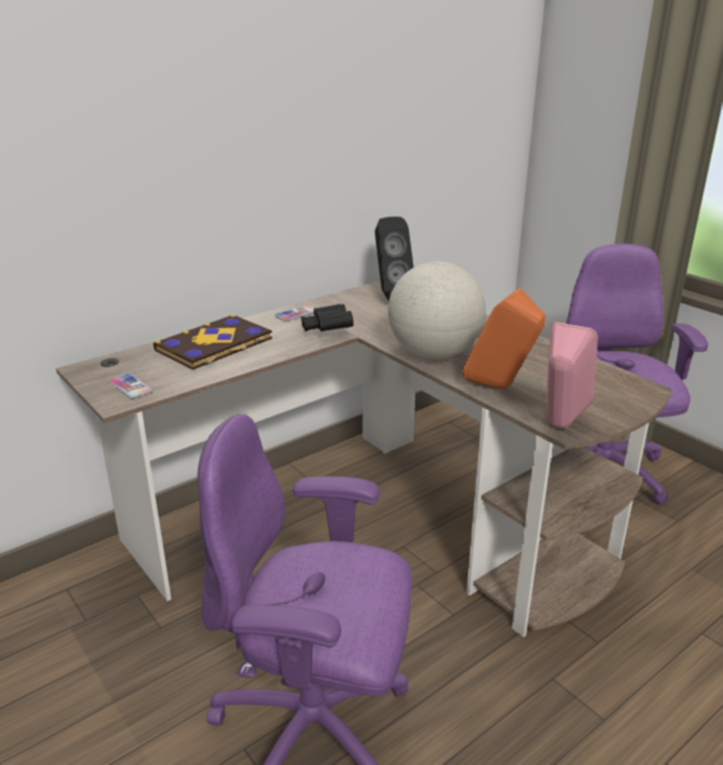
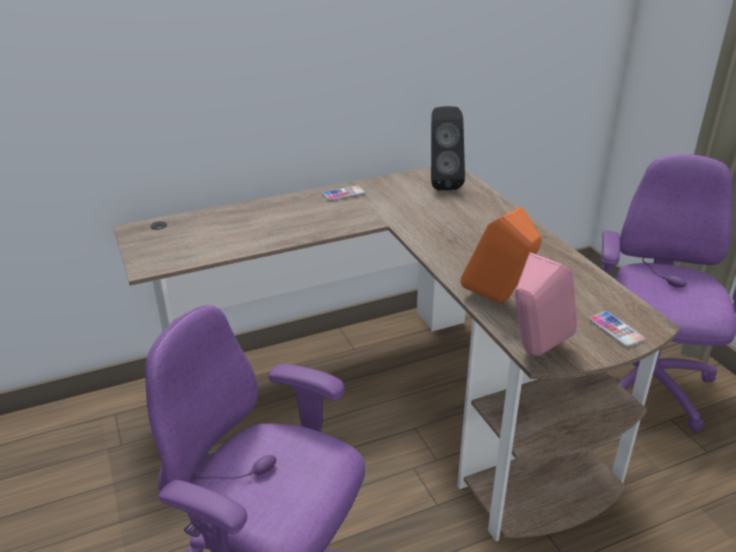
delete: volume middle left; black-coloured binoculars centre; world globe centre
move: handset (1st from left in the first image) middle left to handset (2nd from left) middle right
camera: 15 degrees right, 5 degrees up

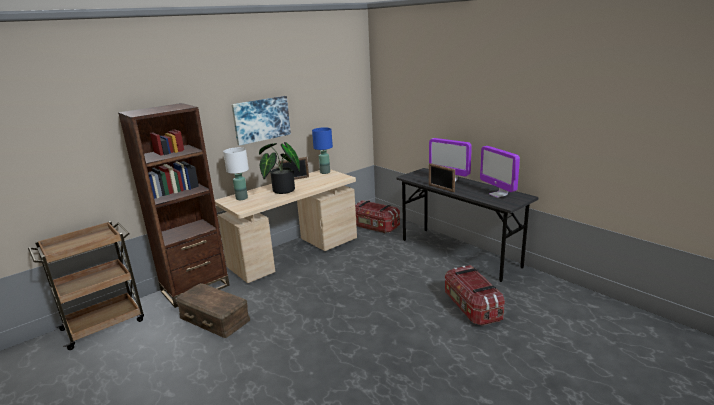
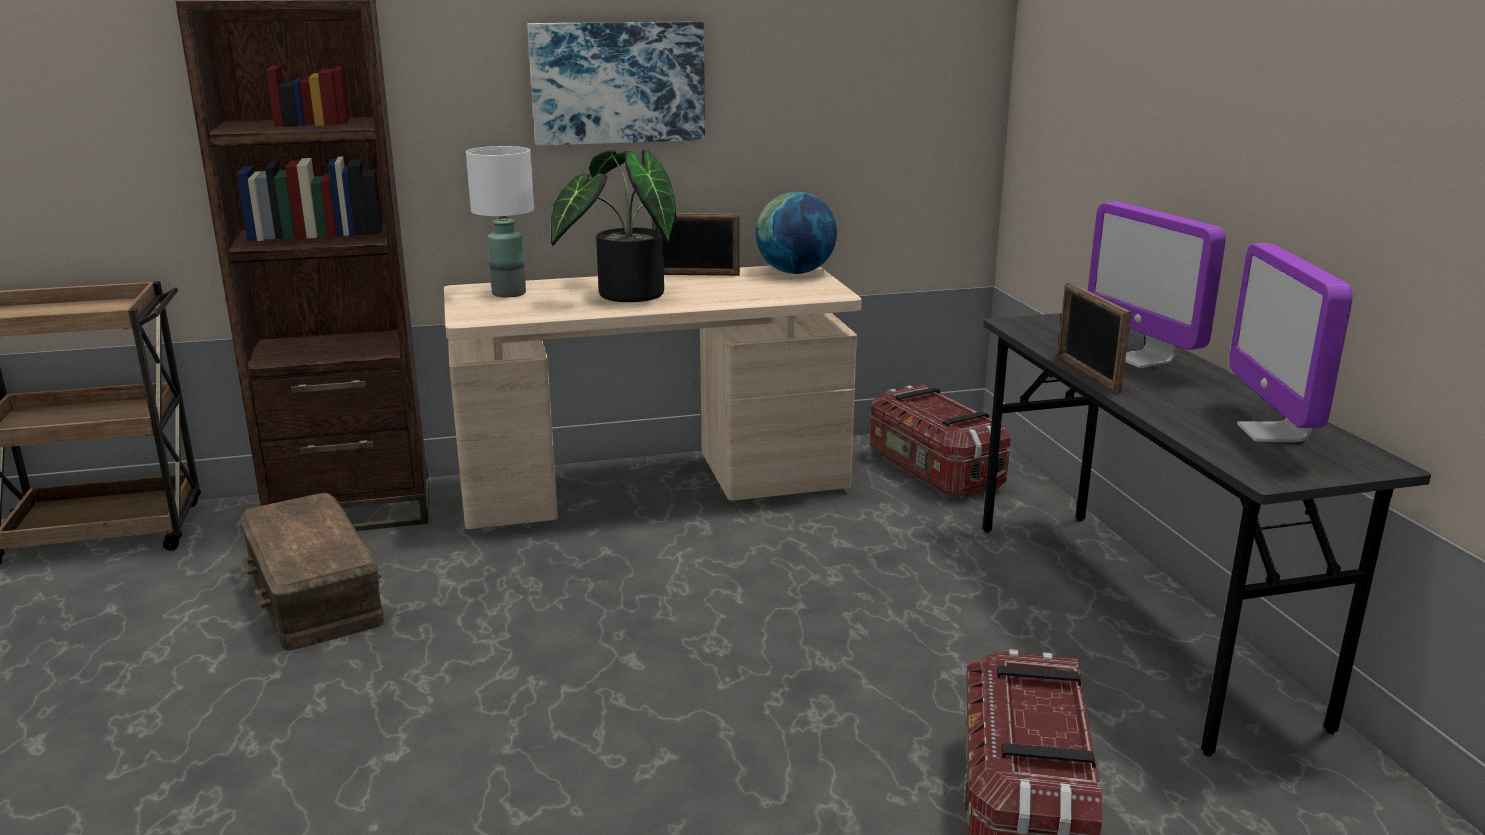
replace: blue table lamp centre to world globe top centre
camera: 25 degrees right, 0 degrees up

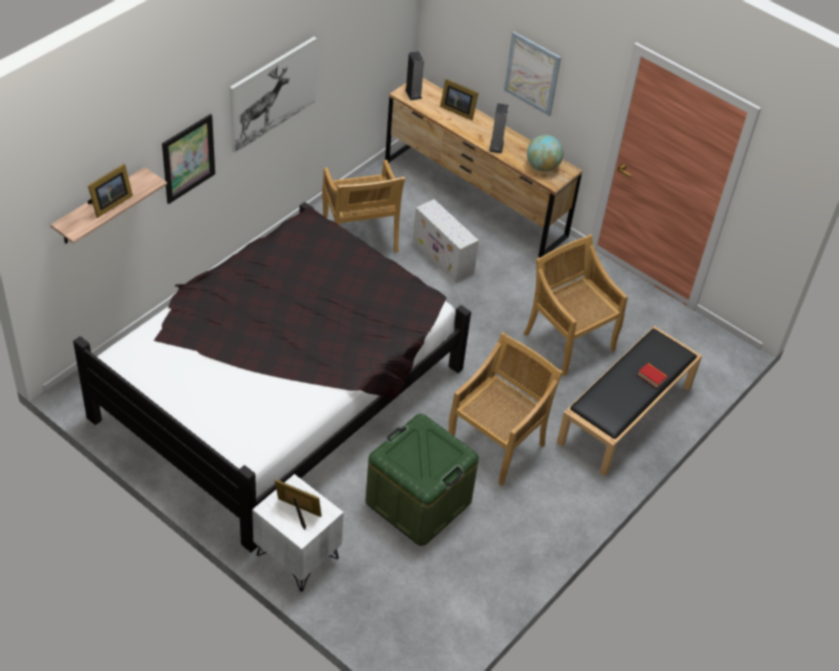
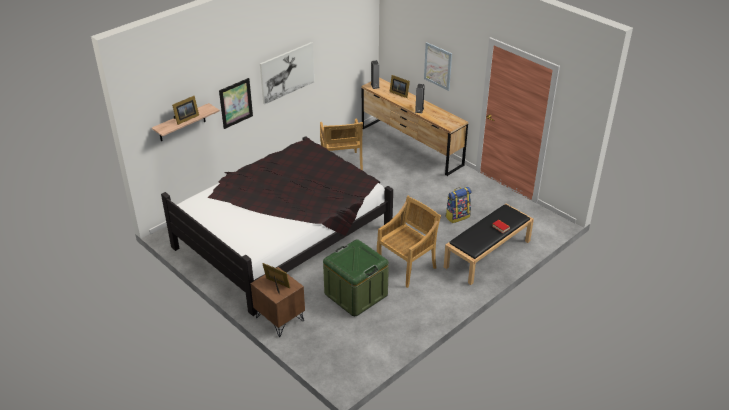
delete: white storage box centre; world globe top centre
replace: beige chair (3rd from left) middle right to knapsack centre
recolor: white bedside table bottom centre to brownish bedside table bottom centre
camera: 10 degrees right, 10 degrees down

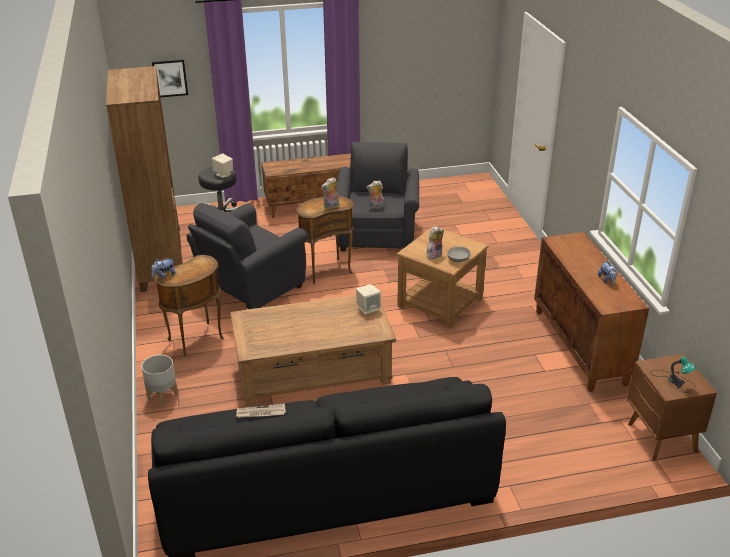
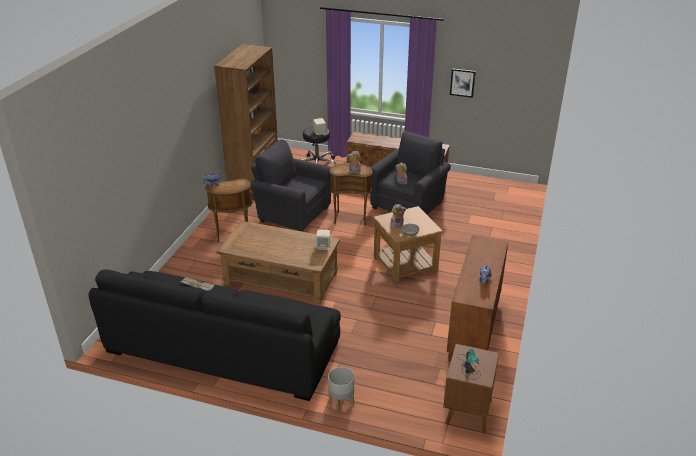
move: grey planter bottom left to bottom centre; wall art top left to top centre
rotate: grey lounge chair (1st from left) centre = centre 45 degrees clockwise
camera: 30 degrees right, 0 degrees up

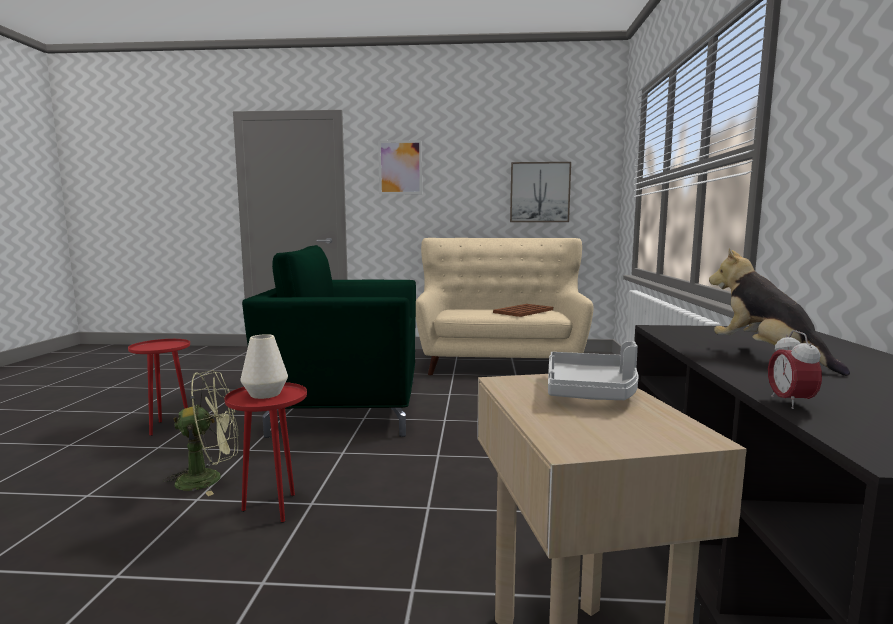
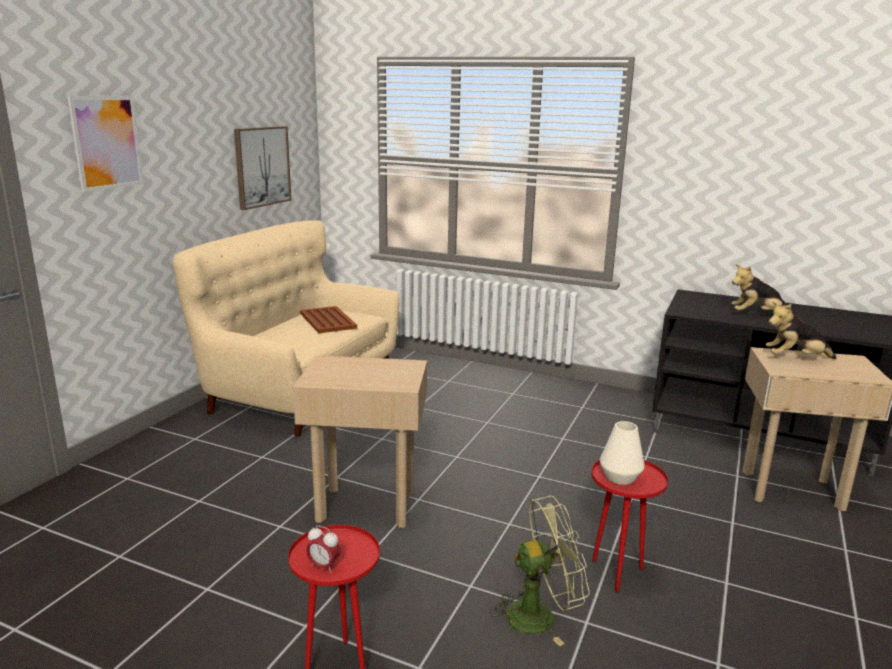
move: bedside clock middle right to bottom centre
replace: green lounge chair centre to beige accent table (1st from left) centre; grey carrying tray centre to plush toy (2nd from left) middle right
rotate: green electric fan bottom left = bottom centre 75 degrees clockwise
camera: 70 degrees left, 10 degrees up

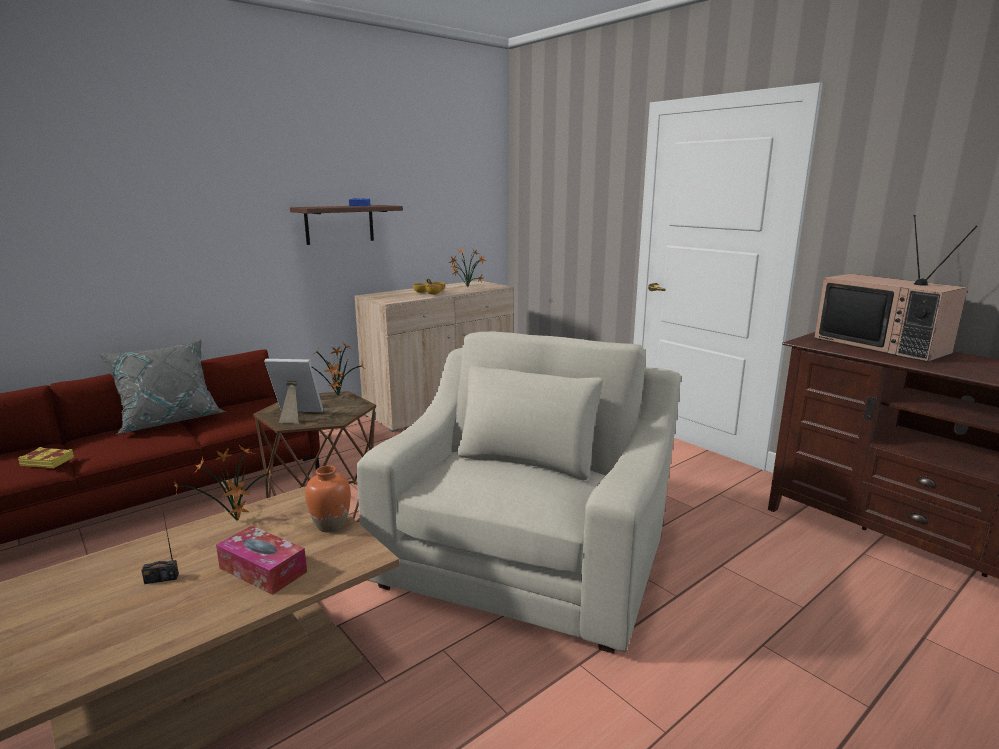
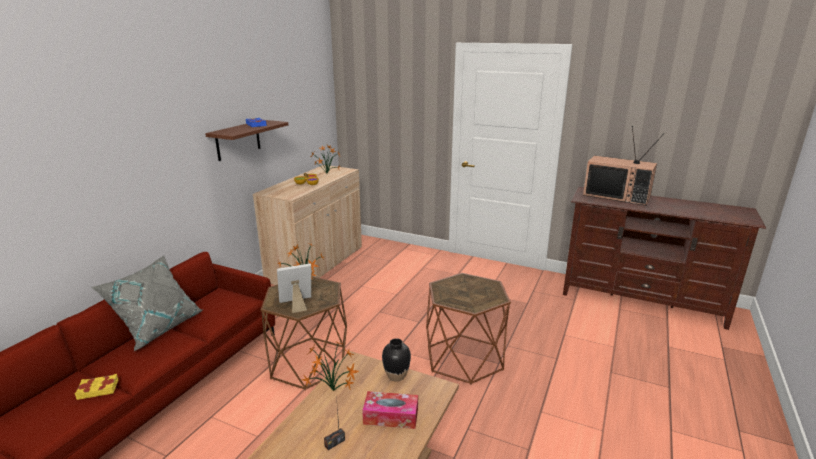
replace: beige lounge chair centre to brownish accent table (2nd from left) bottom centre
recolor: orangey flower vase middle left to black-coloured flower vase bottom centre
camera: 25 degrees left, 5 degrees up

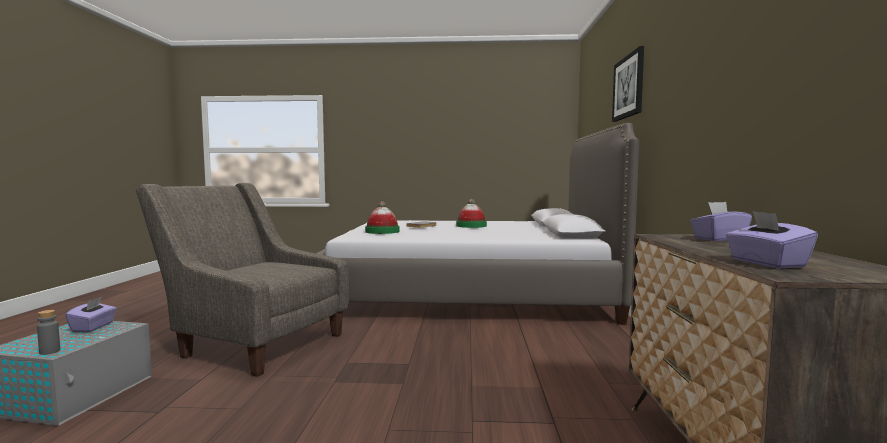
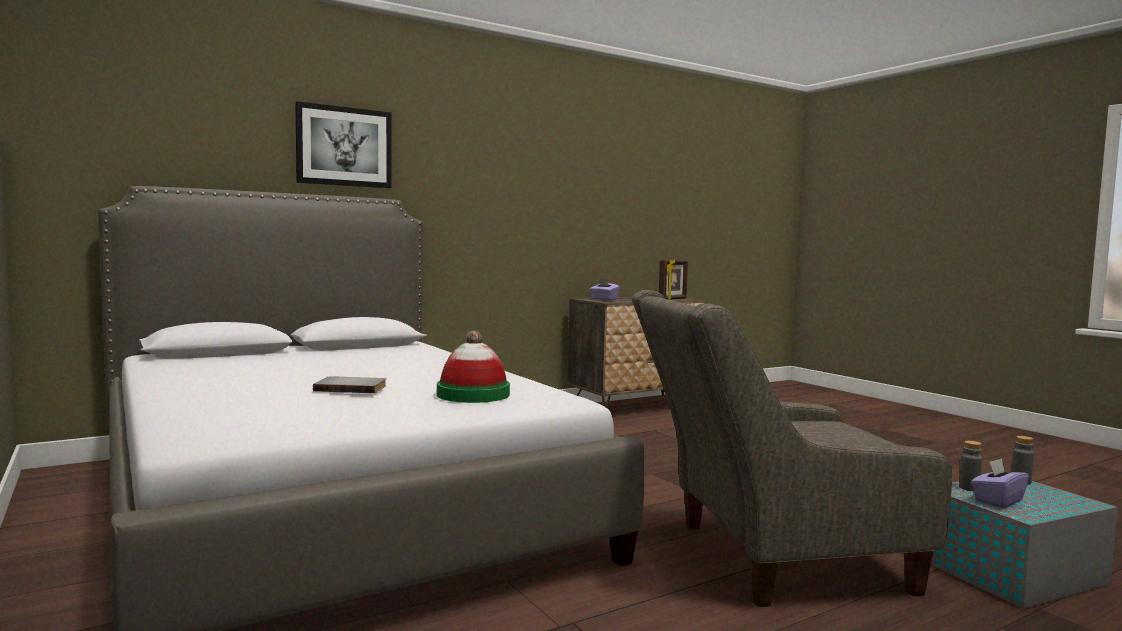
delete: clothing hat (2nd from left) centre
insert: grey beverage bottle (1st from left) bottom right
replace: purplish tissue holder (3rd from left) middle right to standing frame centre
rotate: grey lounge chair middle left = bottom right 90 degrees clockwise
camera: 125 degrees left, 0 degrees up

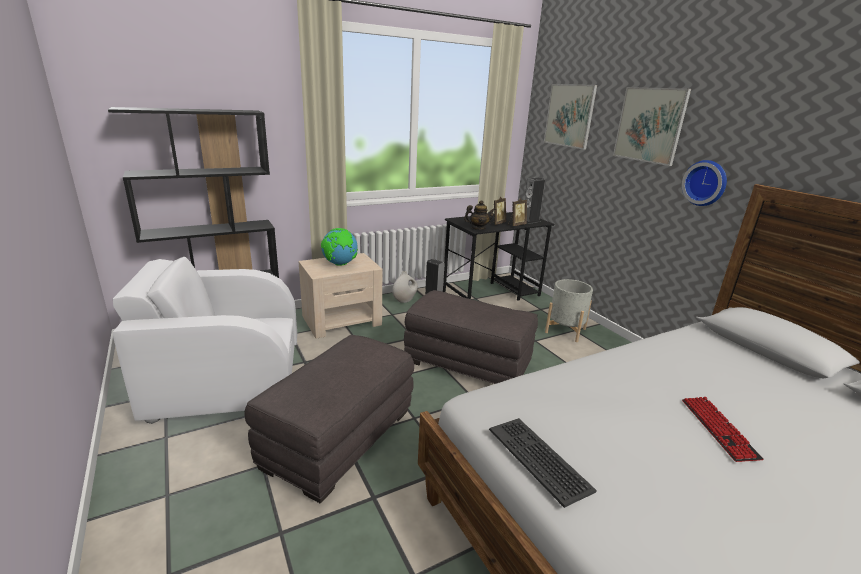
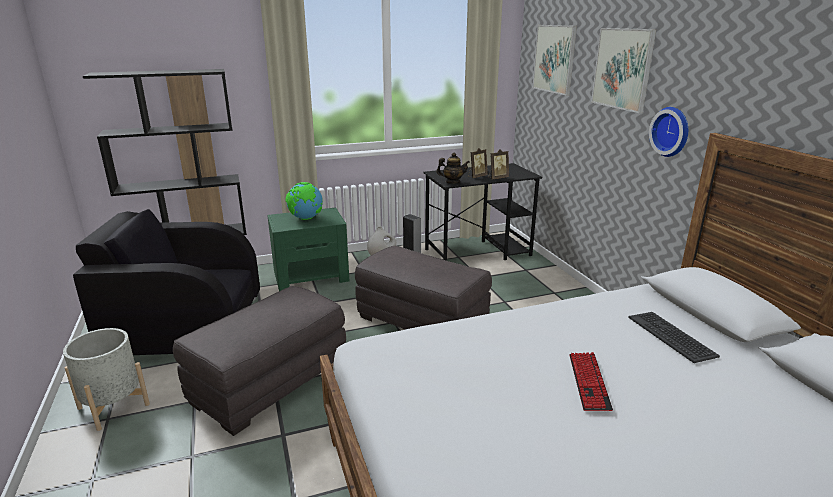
delete: speaker (2nd from left) centre
move: PC keyboard (1st from left in the first image) bottom centre to PC keyboard (2nd from left) bottom right; grey planter centre to bottom left
recolor: white lounge chair middle left to black-coloured lounge chair middle left; beige bedside table centre to green bedside table centre
camera: 10 degrees right, 0 degrees up

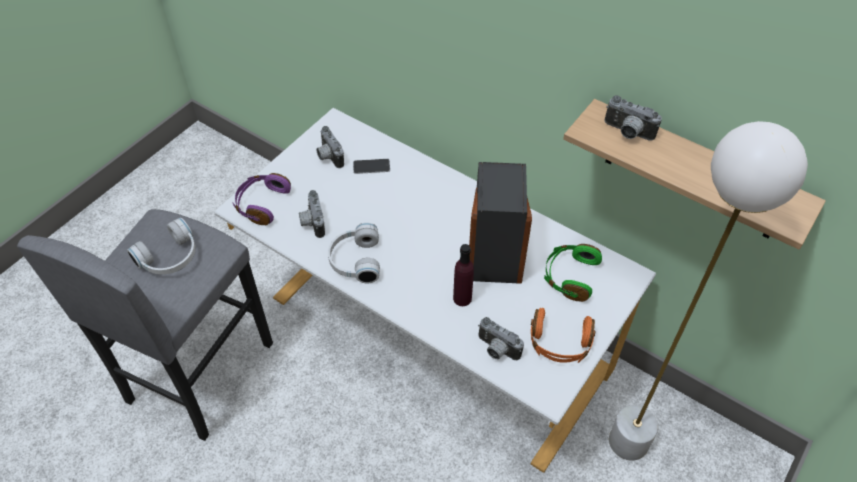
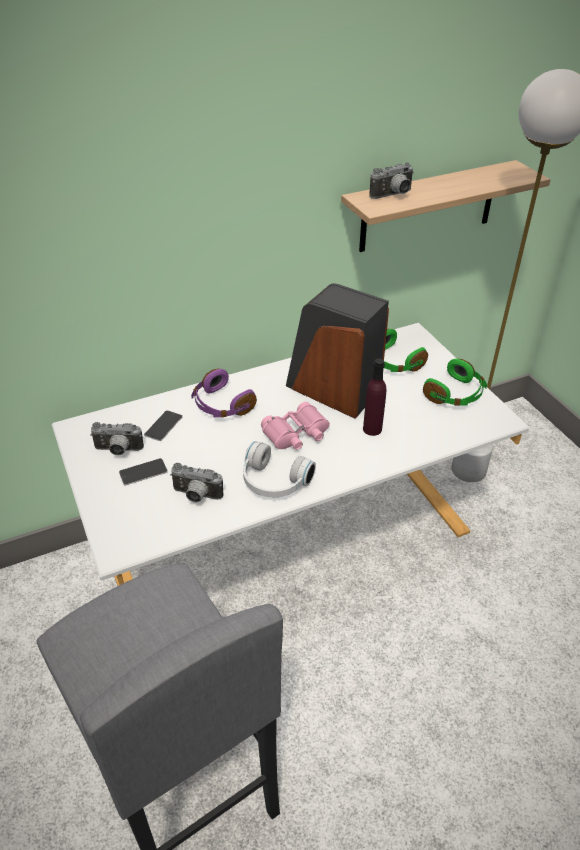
delete: white headset (1st from left) middle left; photo camera (3rd from left) bottom centre
insert: handset (1st from left) middle left; pinkish binoculars centre
move: purplish headset middle left to centre
recolor: orangey headset bottom centre to green headset (2nd from left) middle right
camera: 60 degrees left, 10 degrees down

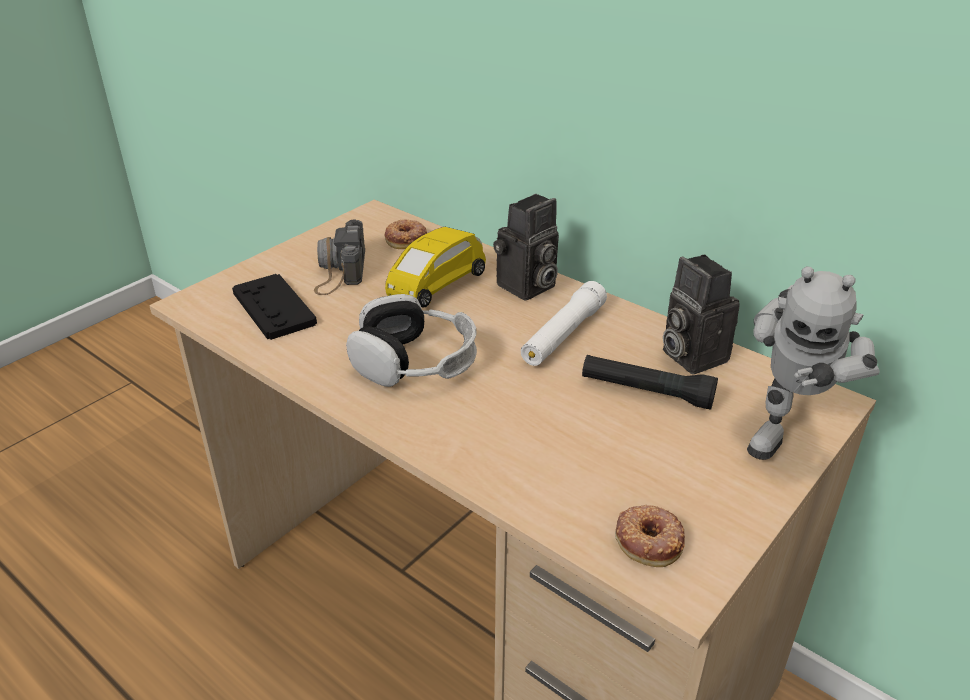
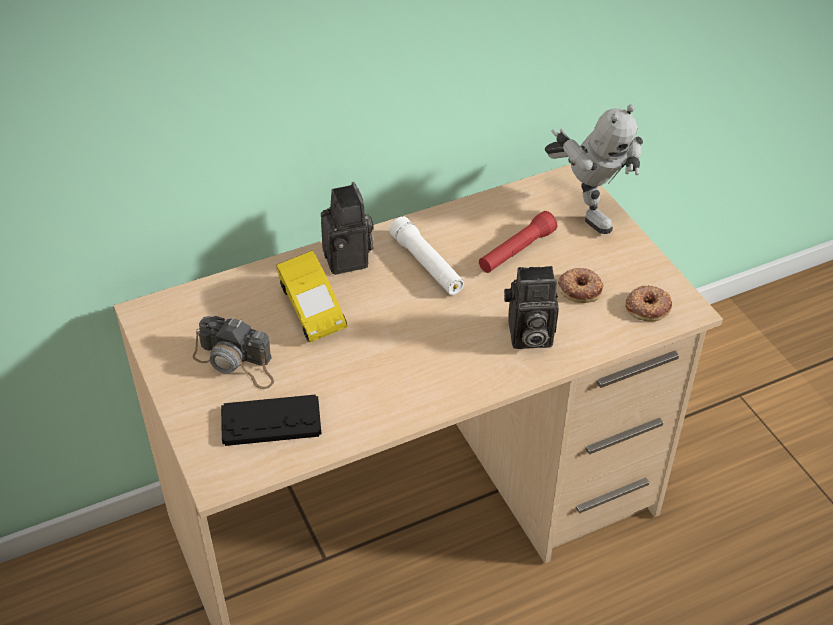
delete: headset centre
move: ring doughnut (1st from left) centre to middle right; photo camera (3rd from left) middle right to centre
recolor: black-coloured torch middle right to reddish torch centre
camera: 65 degrees left, 10 degrees up

